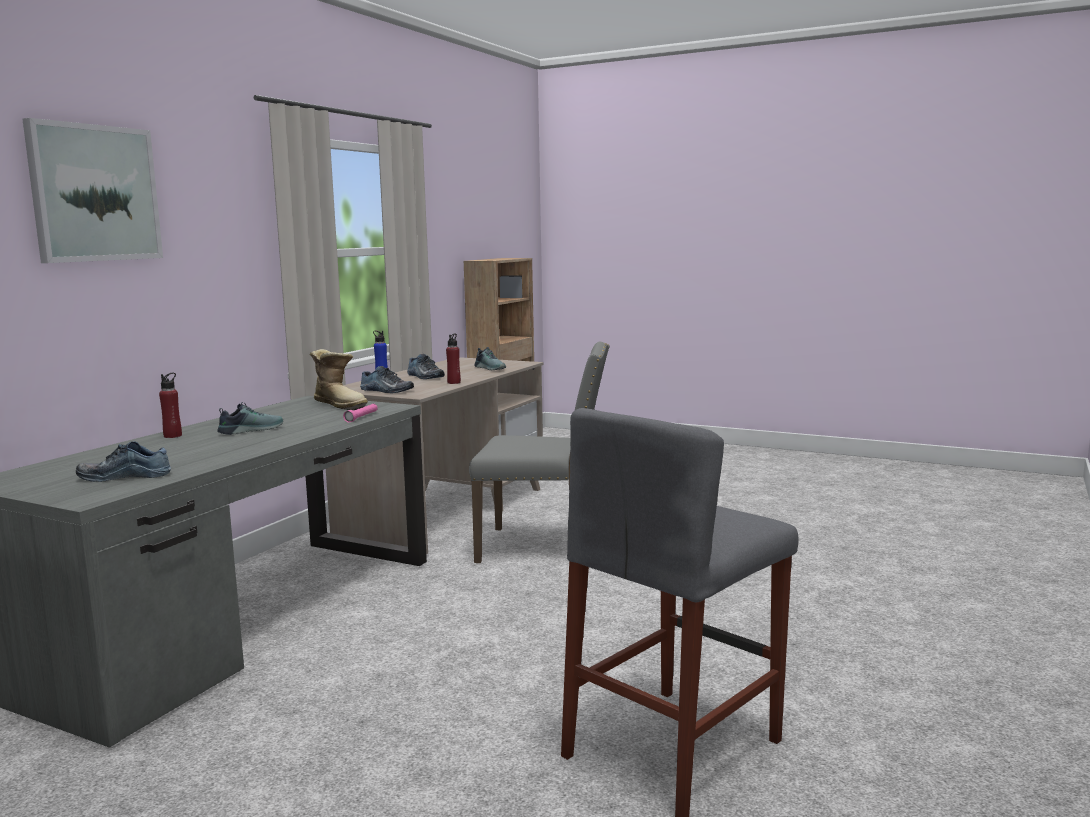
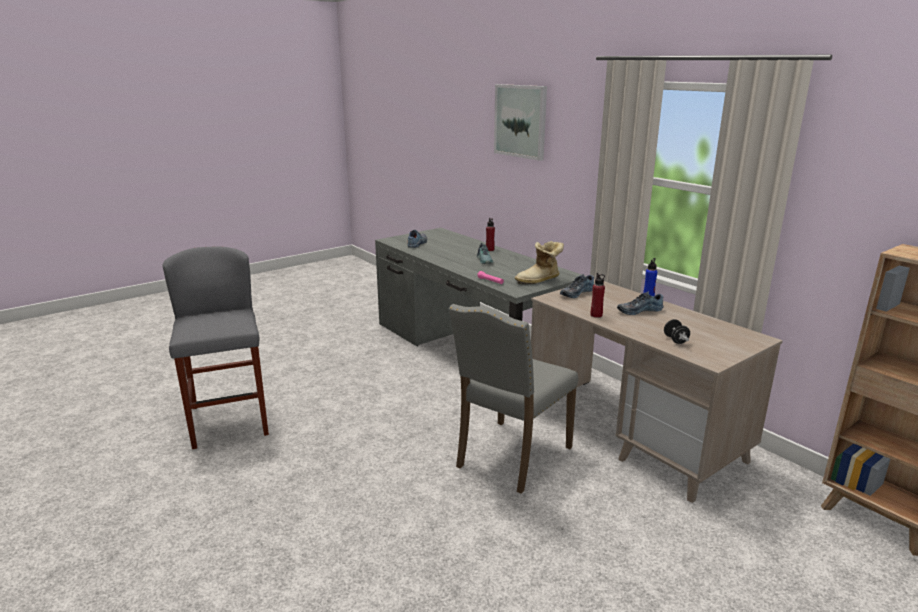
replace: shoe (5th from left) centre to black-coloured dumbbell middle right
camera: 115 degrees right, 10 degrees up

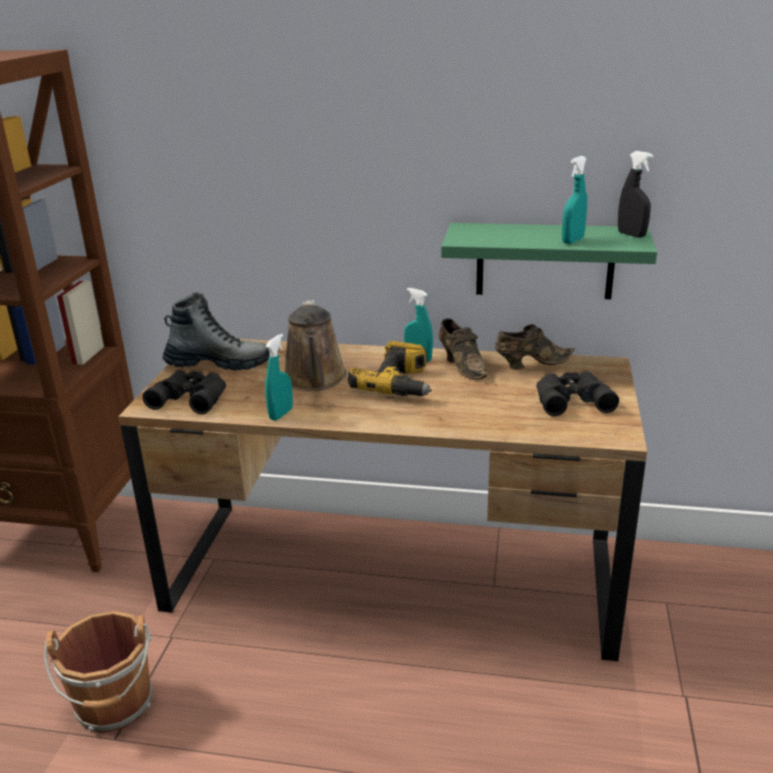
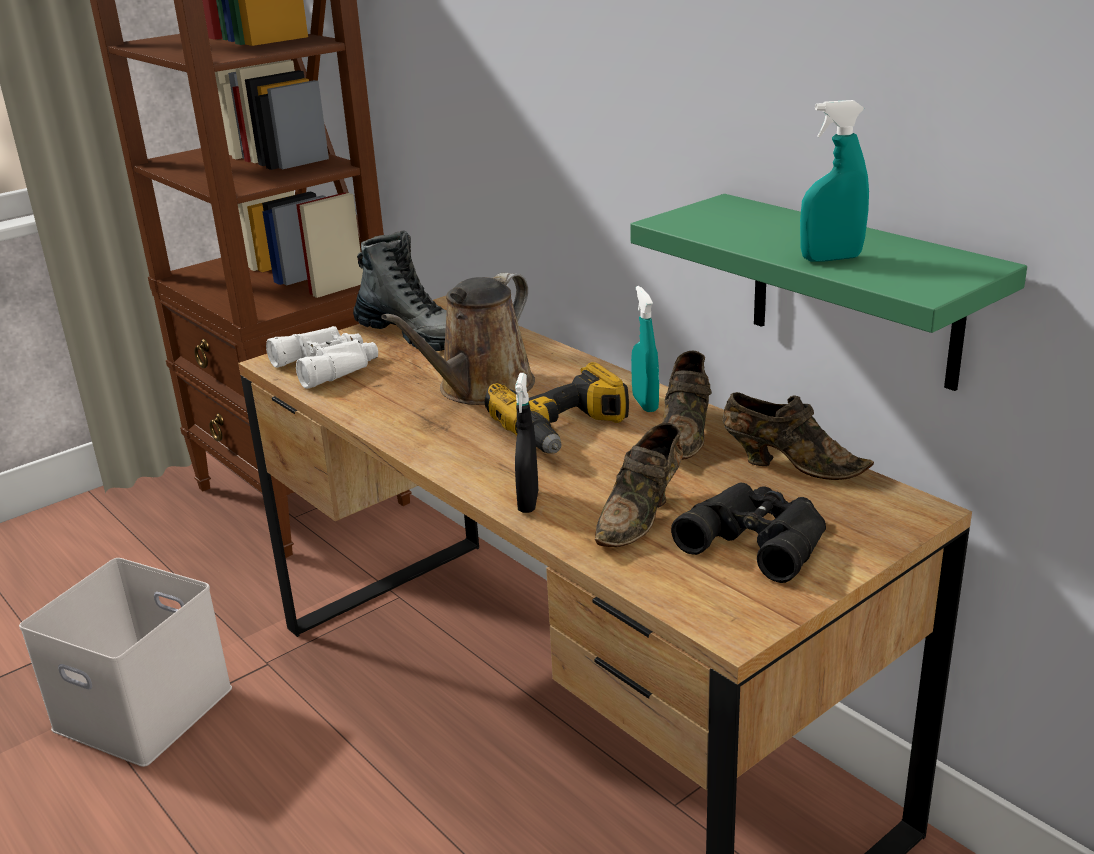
delete: turquoise spray bottle (1st from left) centre
insert: brownish shoe (1st from left) centre
move: black-coloured spray bottle top right to centre
replace: brownish bucket bottom left to white storage box bottom left
recolor: black-coloured binoculars (1st from left) middle left to white binoculars middle left
camera: 40 degrees right, 0 degrees up

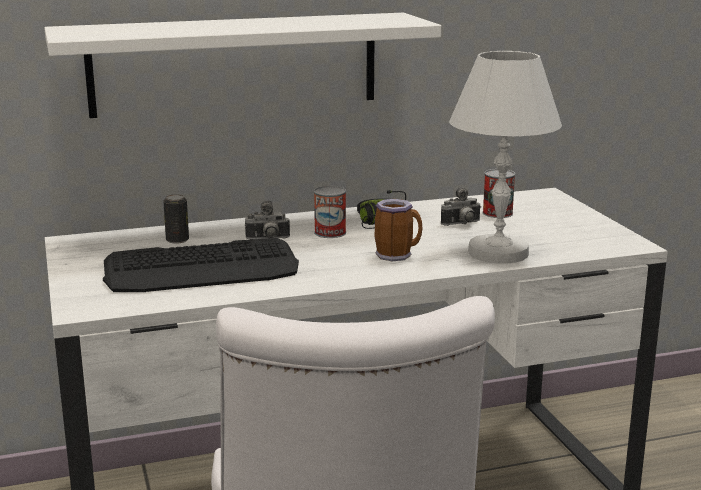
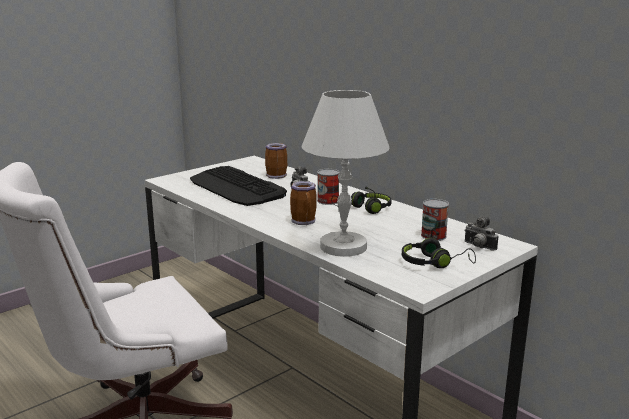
delete: white wall shelf top centre
insert: black-coloured headset (2nd from left) middle right
move: photo camera (2nd from left) centre to middle right
replace: sealed can (1st from left) middle left to tea mug (1st from left) centre
camera: 65 degrees right, 0 degrees up

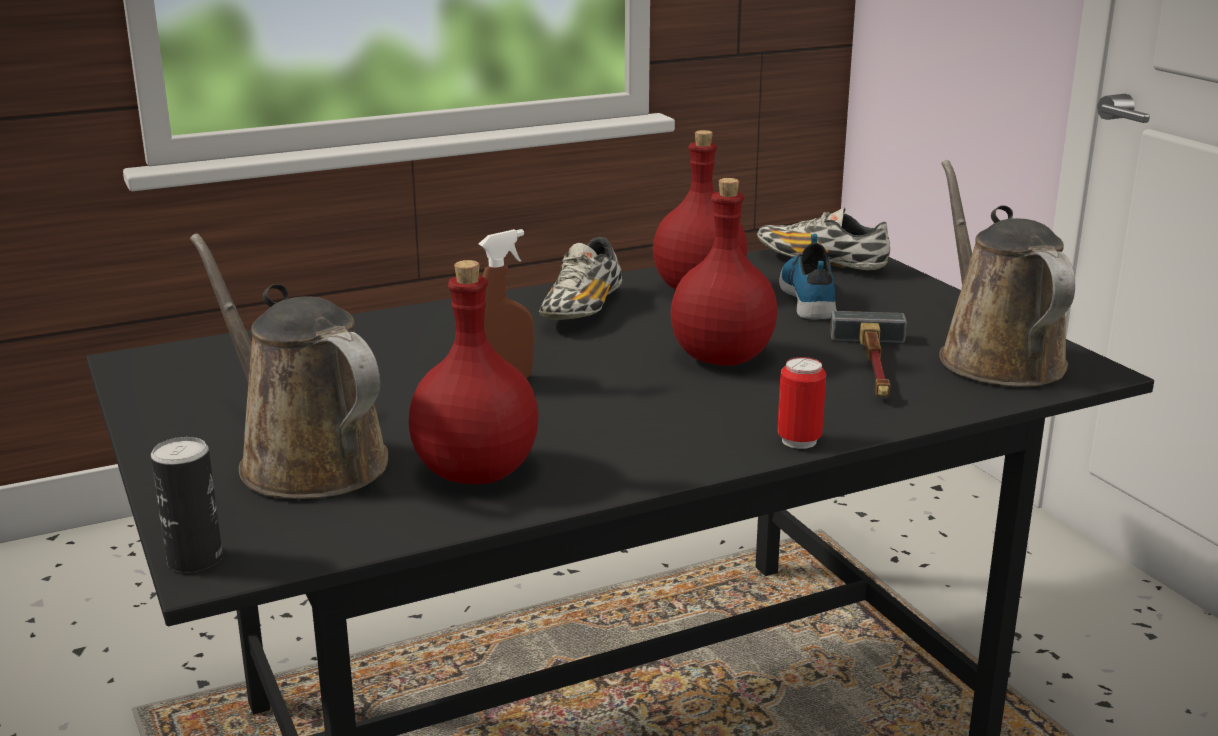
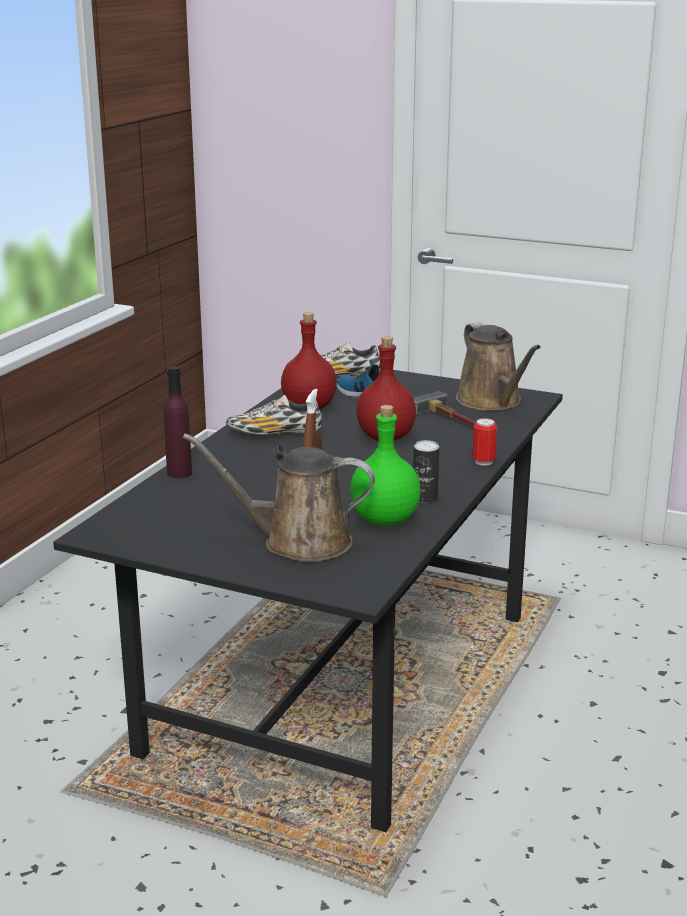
insert: purplish beverage bottle middle left
move: sealed can (1st from left) bottom left to centre
recolor: reddish beverage bottle (1st from left) centre to green beverage bottle centre
rotate: shoe (1st from left) centre = centre 105 degrees clockwise; brownish watering can (2nd from left) middle right = middle right 150 degrees counterclockwise
camera: 40 degrees left, 0 degrees up

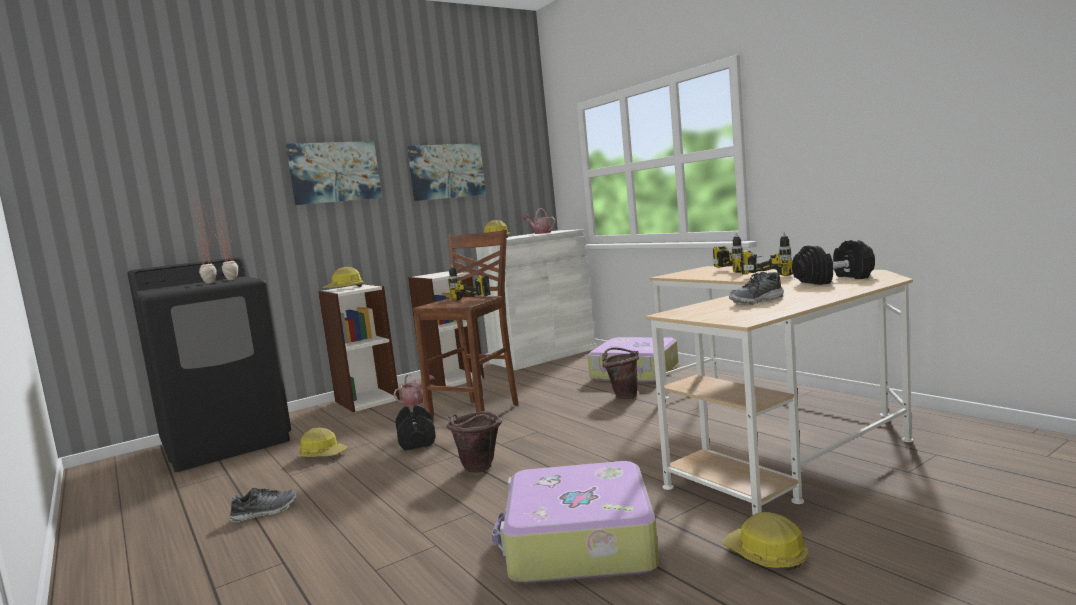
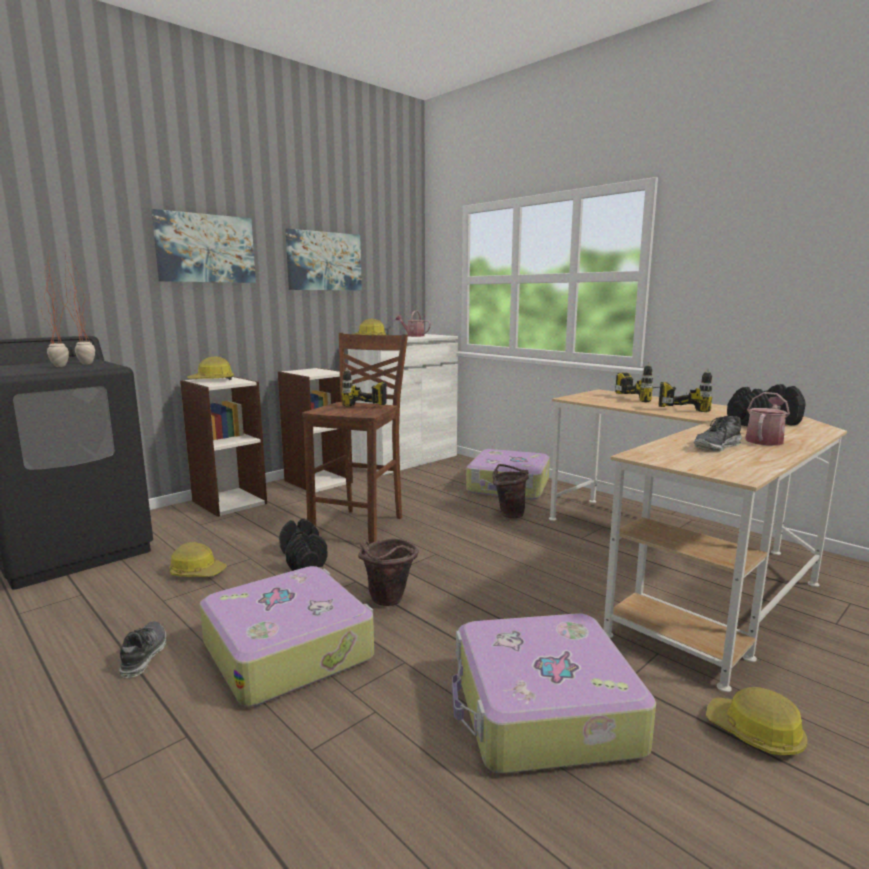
insert: suitcase (1st from left) bottom left
move: watering can (1st from left in the first image) centre to watering can (2nd from left) middle right
rotate: shoe (1st from left) bottom left = bottom left 60 degrees counterclockwise
camera: 10 degrees left, 5 degrees up

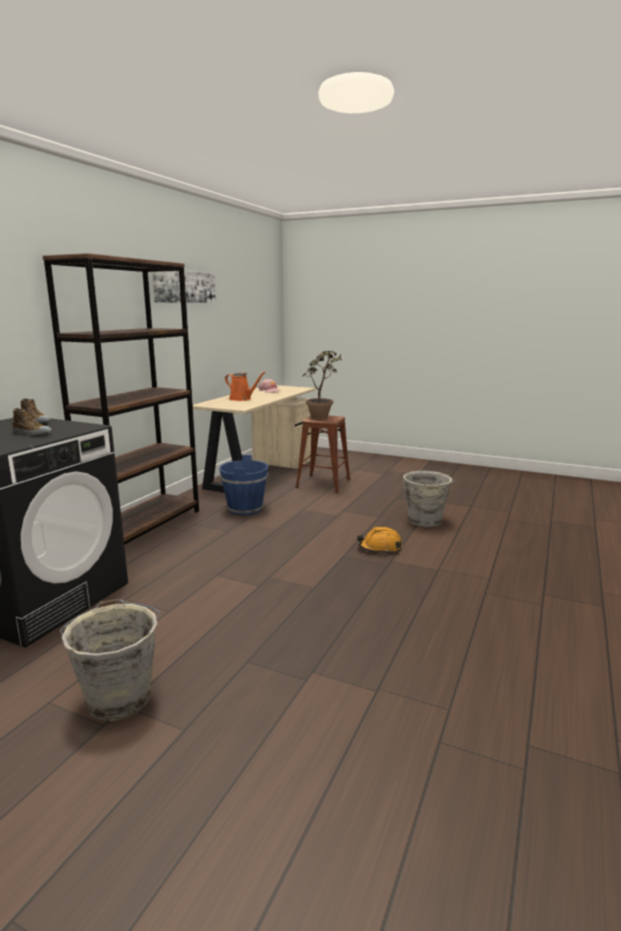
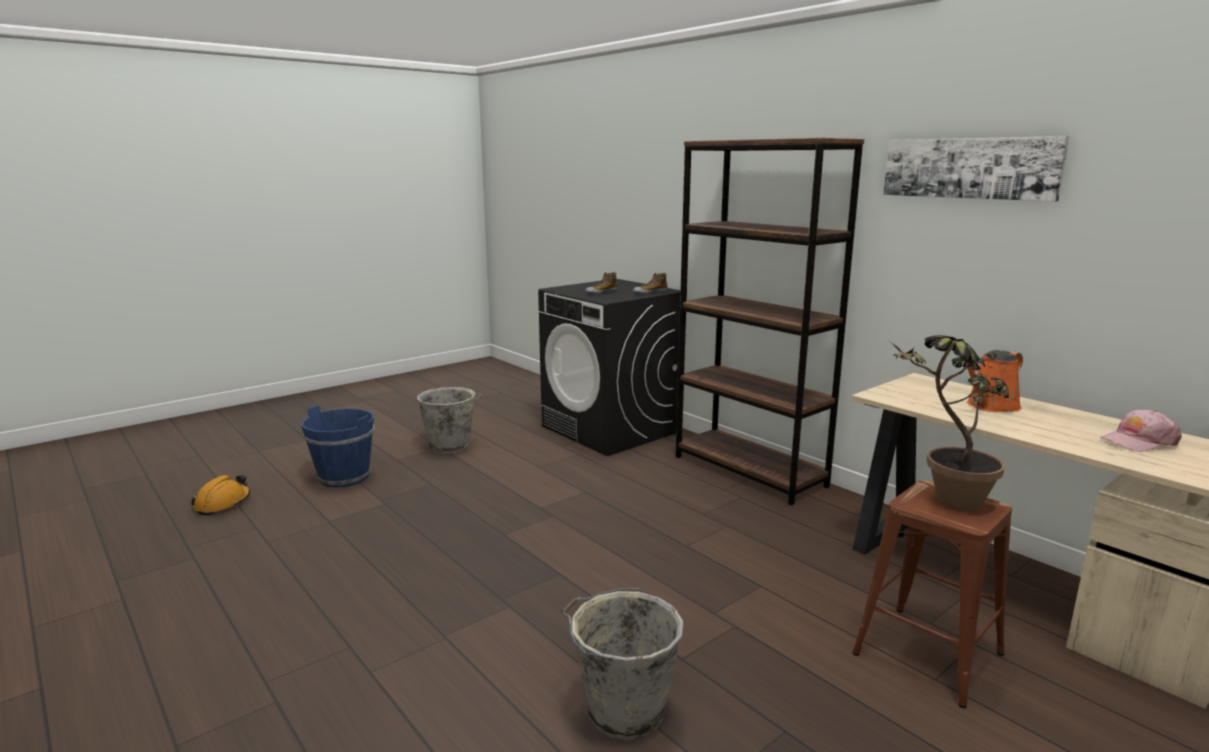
move: blue bucket centre to middle left; orangey hard hat centre to middle left
camera: 115 degrees right, 0 degrees up

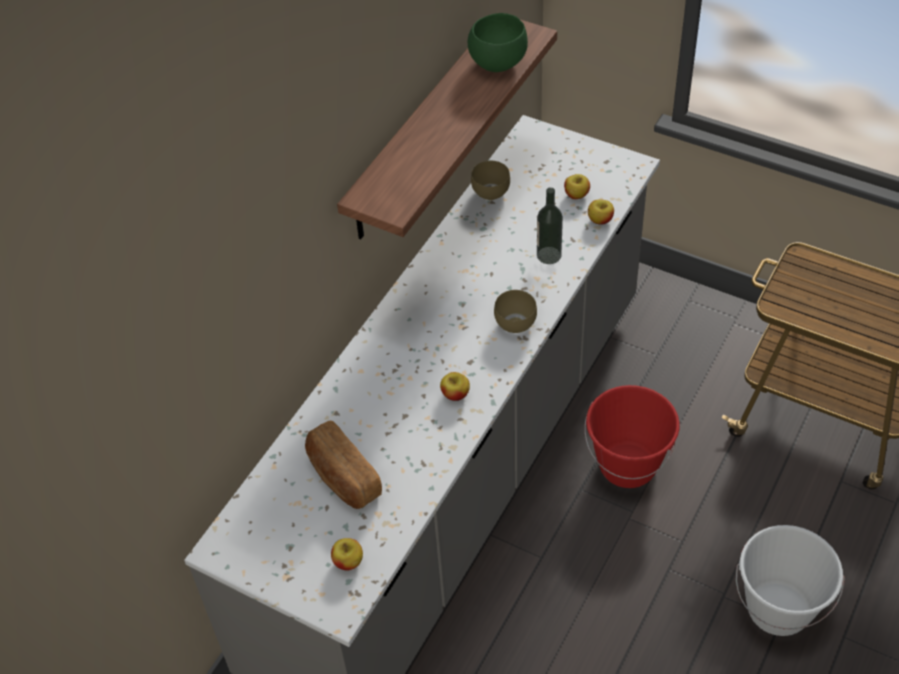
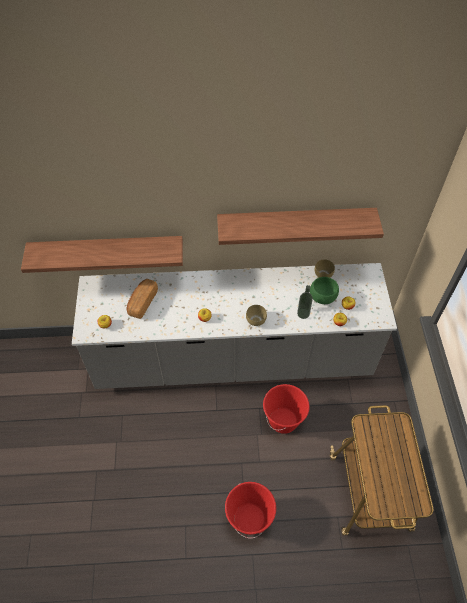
insert: wall shelf (1st from left) middle left
move: green serving bowl top centre to middle right
recolor: white bucket bottom right to reddish bucket (1st from left) bottom centre
camera: 55 degrees right, 5 degrees up

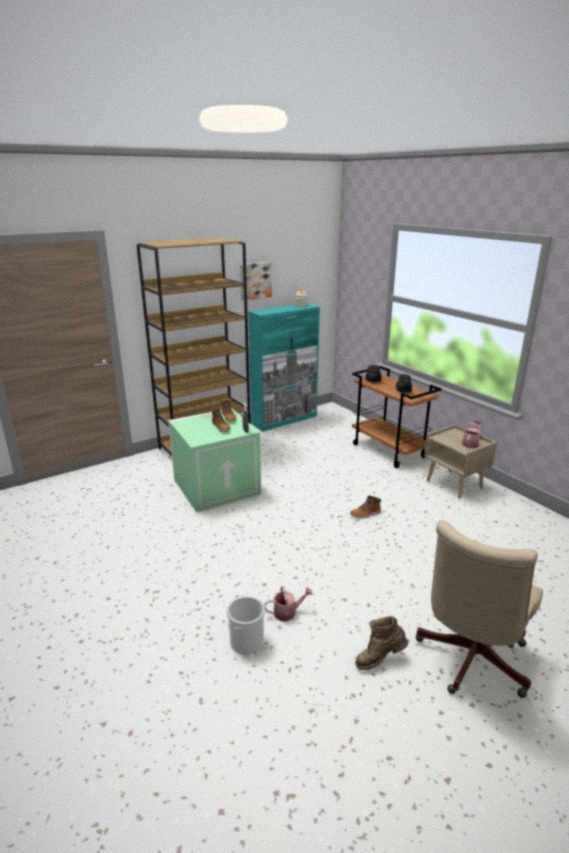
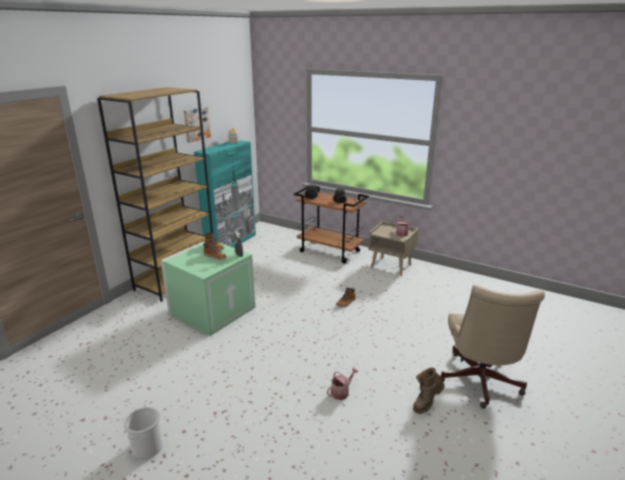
move: bucket bottom centre to bottom left
camera: 25 degrees left, 0 degrees up

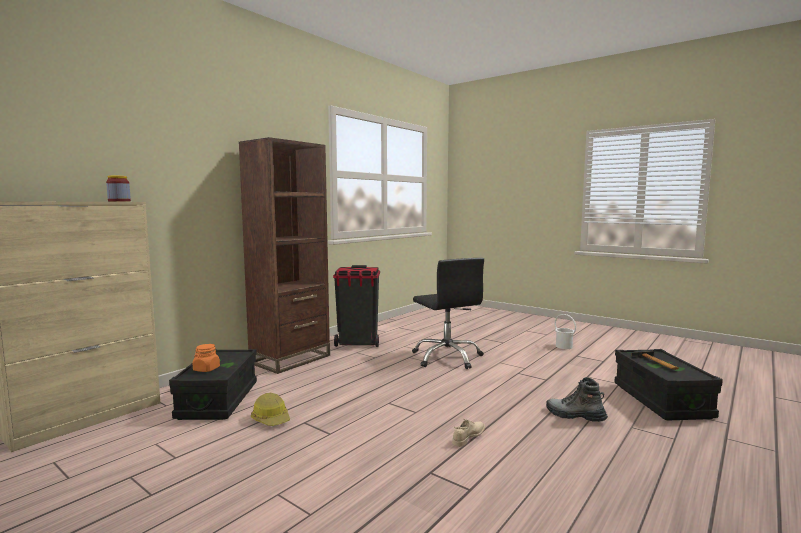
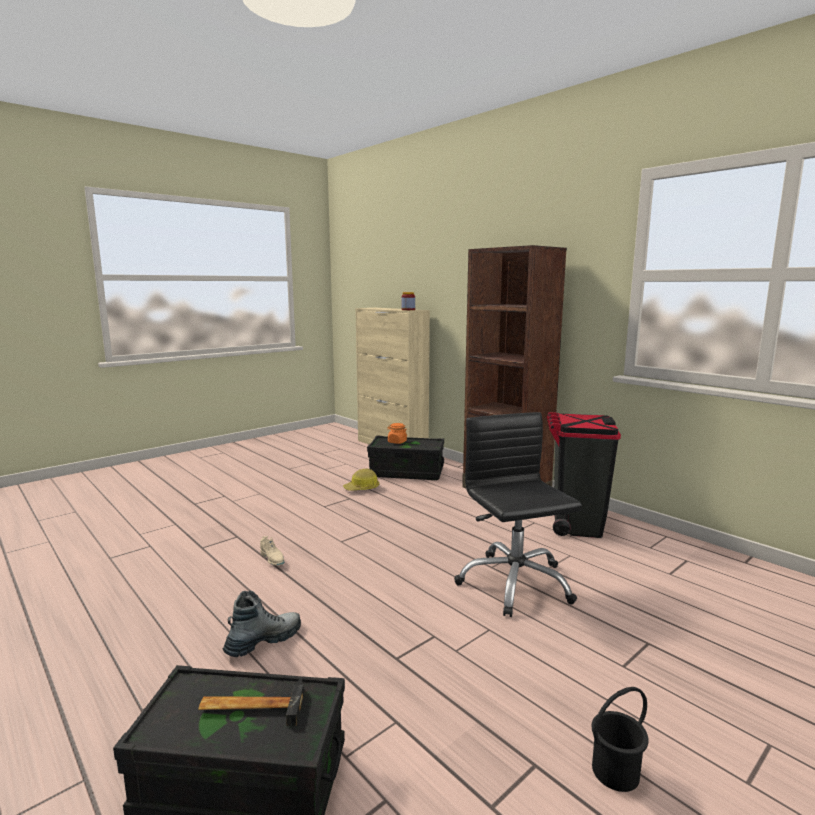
recolor: white bucket middle right to black-coloured bucket bottom right
rotate: black-coloured office chair centre = centre 90 degrees clockwise
camera: 100 degrees right, 5 degrees up

